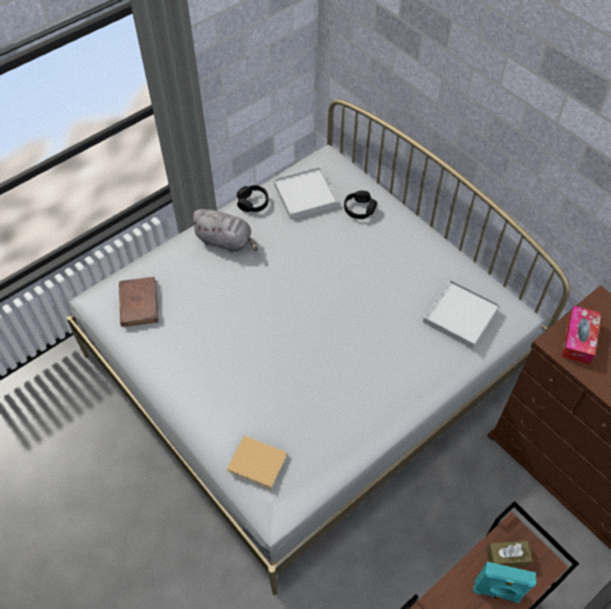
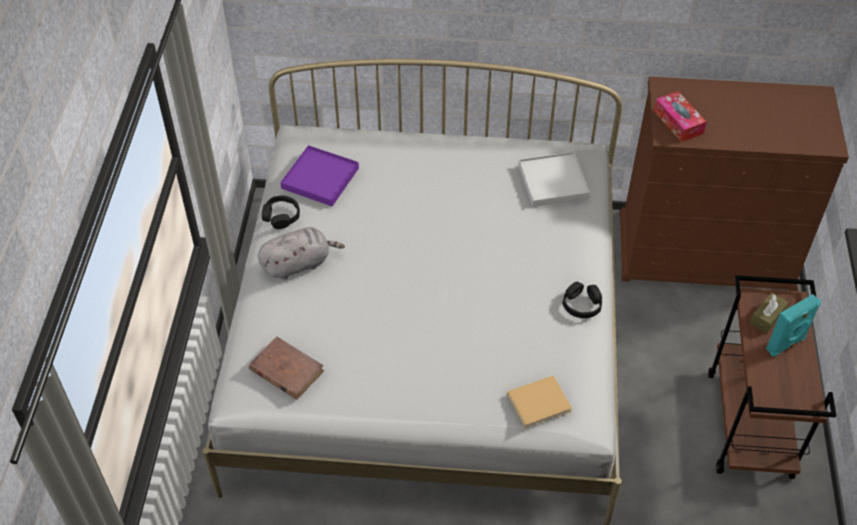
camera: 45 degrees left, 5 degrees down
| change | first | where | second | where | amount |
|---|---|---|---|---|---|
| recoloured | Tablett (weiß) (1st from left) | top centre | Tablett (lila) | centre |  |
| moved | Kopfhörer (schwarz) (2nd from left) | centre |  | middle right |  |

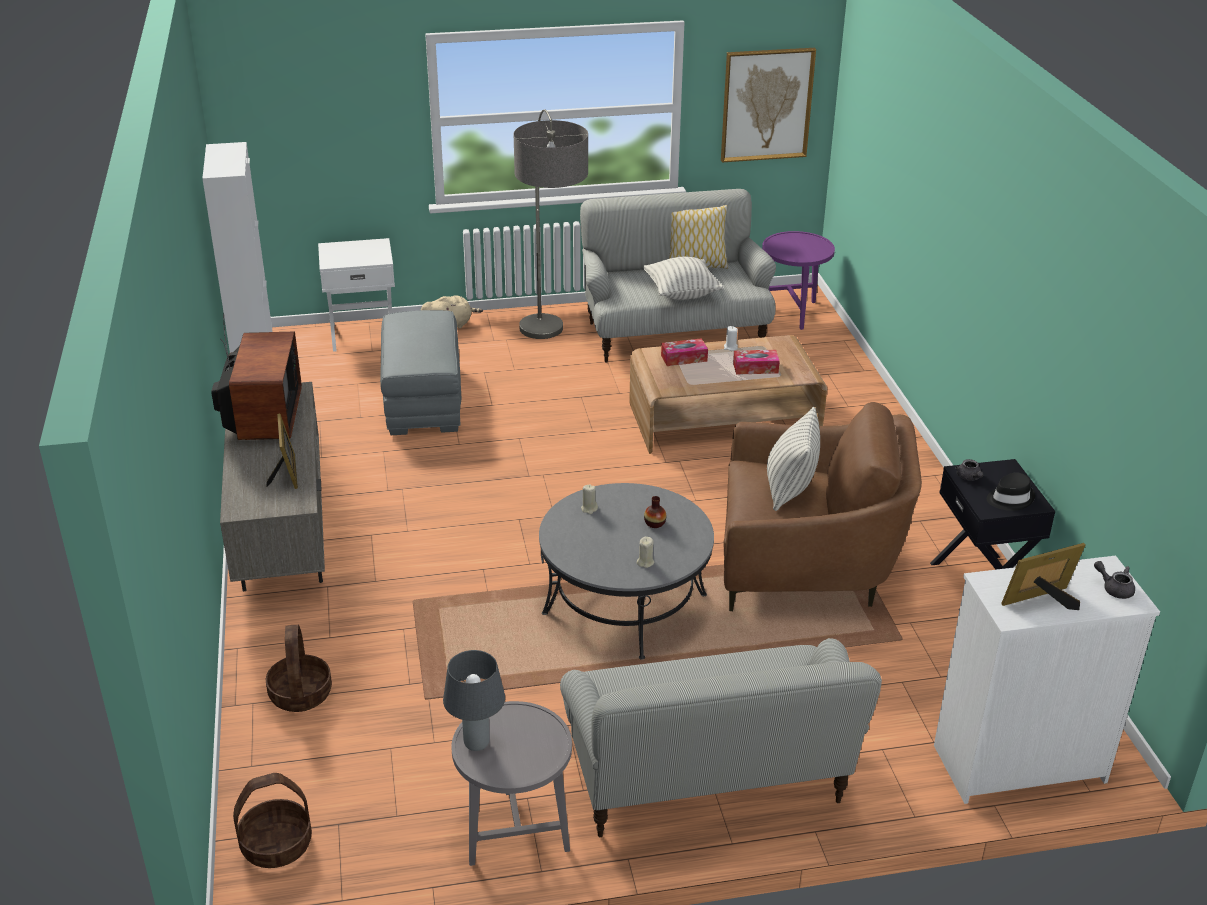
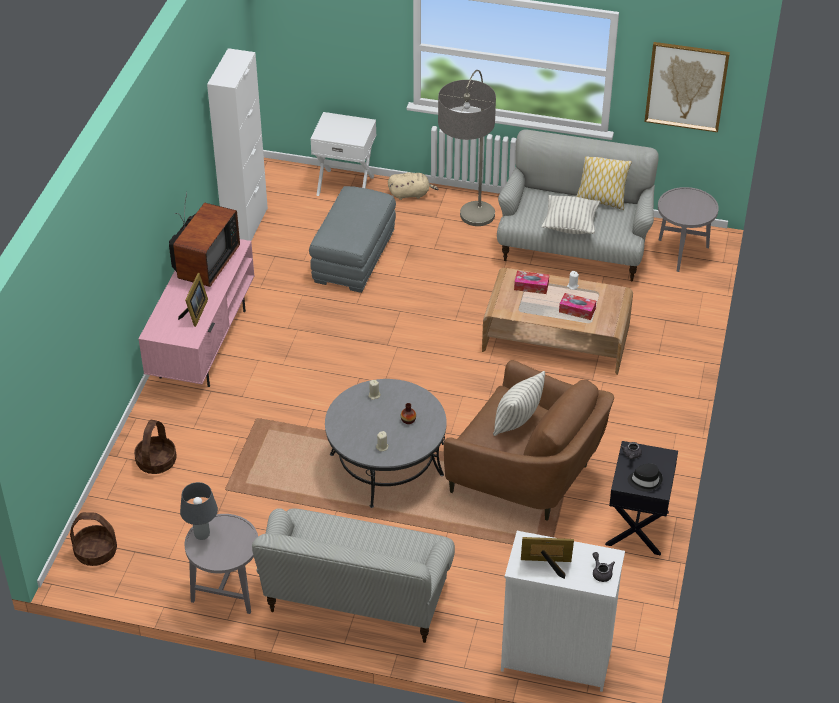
camera: 25 degrees right, 10 degrees up
| change | first | where | second | where | amount |
|---|---|---|---|---|---|
| recoloured | Beistelltisch (lila) | top centre | Beistelltisch (grau) (2nd from left) | top right |  |
| recoloured | Fernsehschrank (grau) | middle left | Fernsehschrank (rosa) | middle left |  |

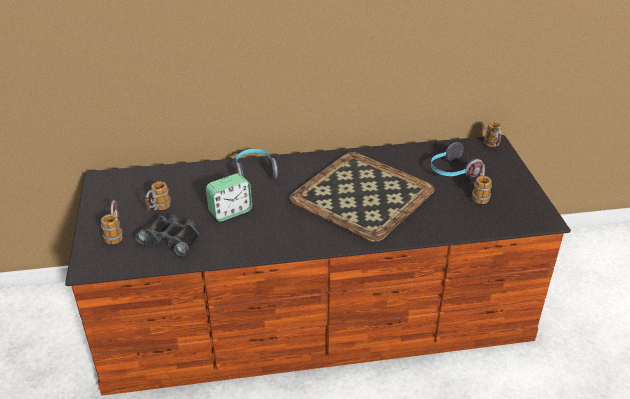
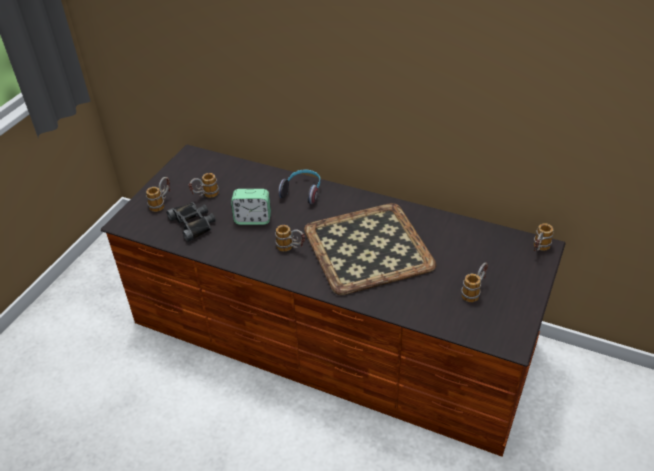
camera: 35 degrees right, 5 degrees up
| change | first | where | second | where | amount |
|---|---|---|---|---|---|
| removed | Kopfhörer (2nd from left) | middle right |  |  |  |
| added |  |  | Henkelbecher (3rd from left) | centre |  |

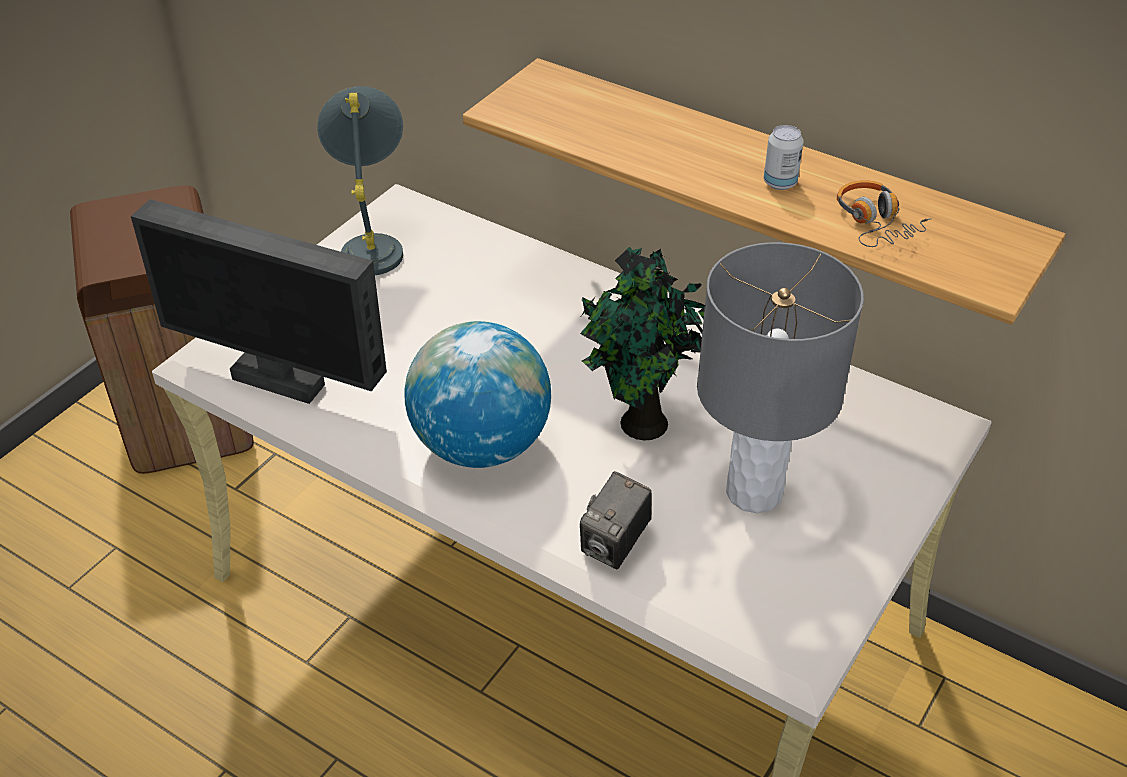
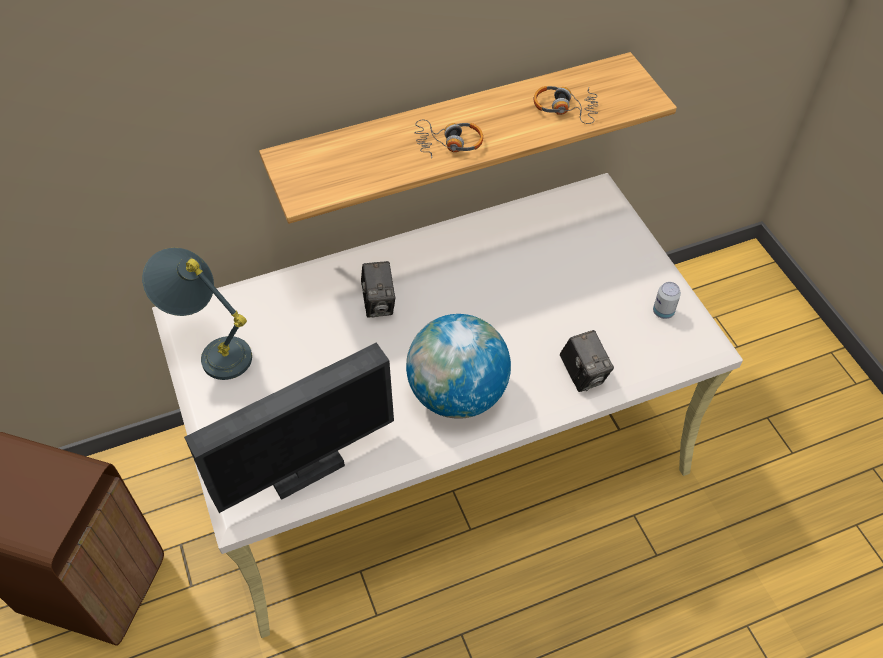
camera: 55 degrees left, 10 degrees up
| change | first | where | second | where | amount |
|---|---|---|---|---|---|
| moved | Dose | top right |  | middle right |  |
| removed | Tischlampe (grau) (2nd from left) | middle right |  |  |  |
| removed | Topfpflanze | centre |  |  |  |
| added |  |  | Kopfhörer (1st from left) | top centre |  |
| added |  |  | Kamera (1st from left) | centre |  |

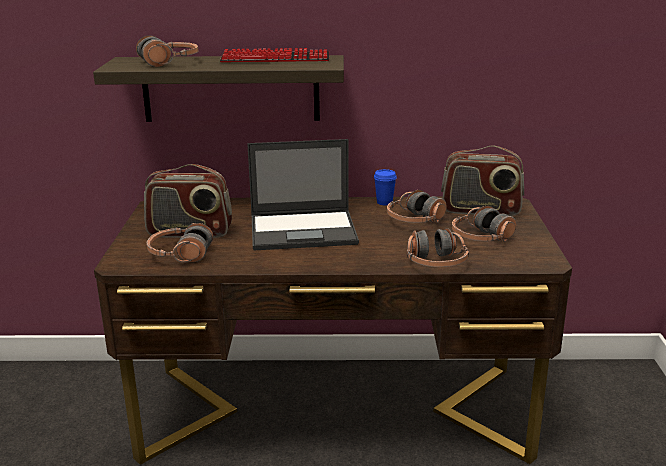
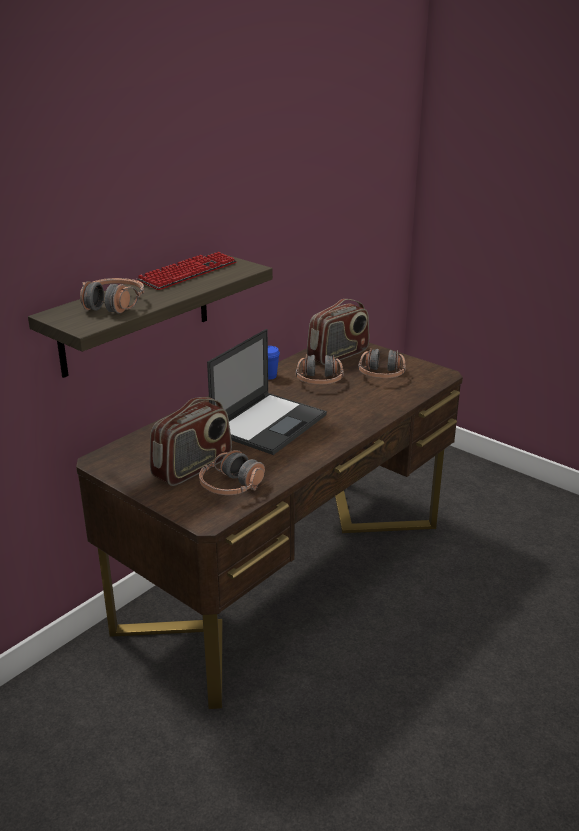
camera: 50 degrees left, 5 degrees up
| change | first | where | second | where | amount |
|---|---|---|---|---|---|
| removed | Kopfhörer (4th from left) | centre |  |  |  |

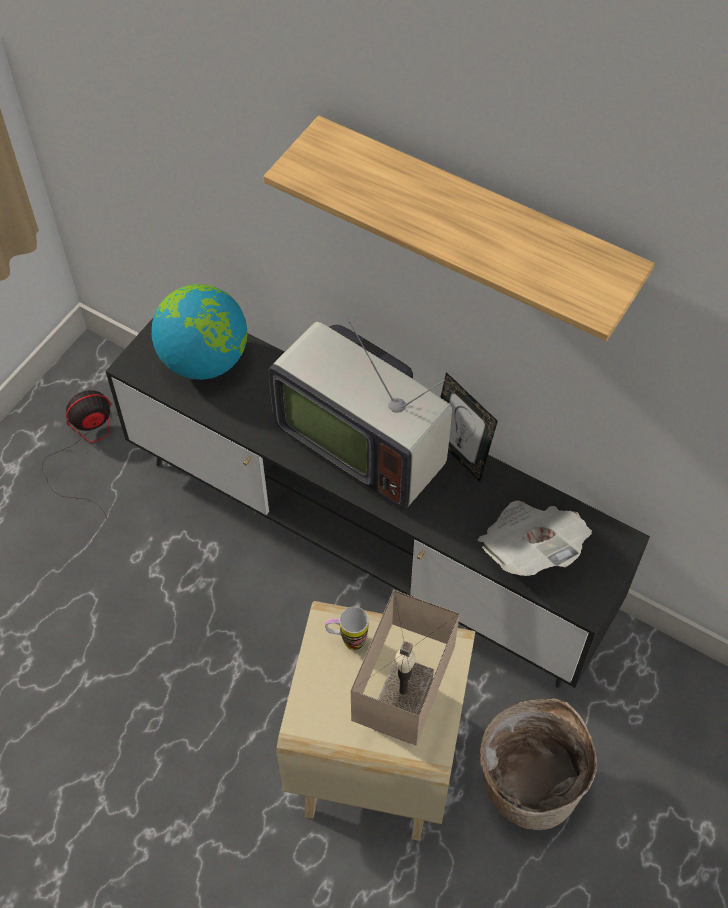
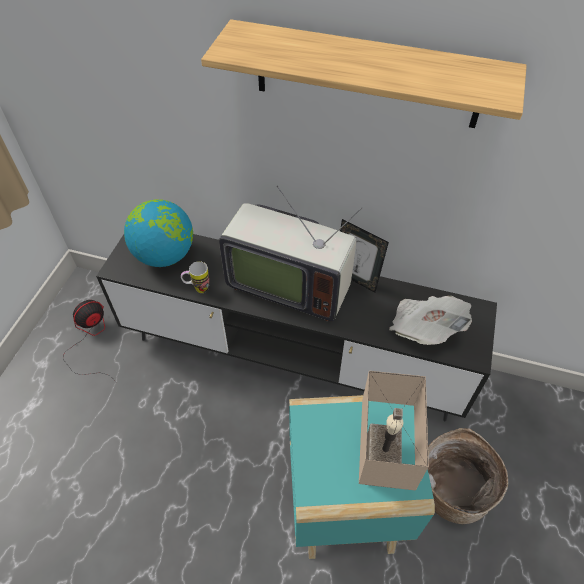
camera: 15 degrees left, 5 degrees down
| change | first | where | second | where | amount |
|---|---|---|---|---|---|
| recoloured | Beistelltisch (beige) | bottom centre | Beistelltisch (türkis) | bottom centre |  |
| moved | Henkelbecher | bottom centre |  | centre |  |

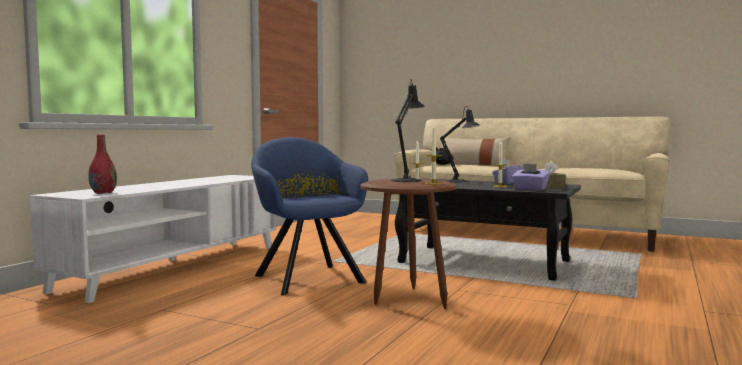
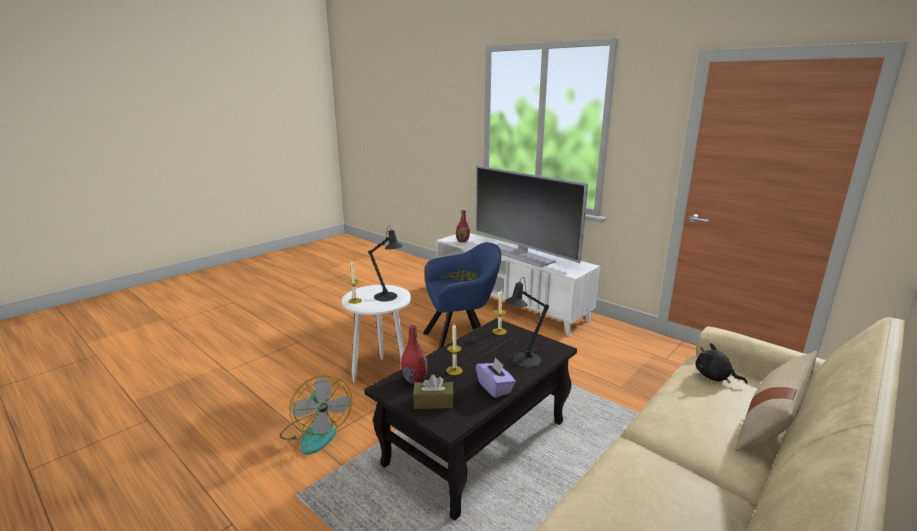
camera: 105 degrees right, 15 degrees up
| change | first | where | second | where | amount |
|---|---|---|---|---|---|
| replaced | Taschentuchbox (lila) (2nd from left) | middle right | Vase (rot) (1st from left) | bottom centre |  |
| recoloured | Beistelltisch (braun) | bottom centre | Beistelltisch (weiß) | centre |  |
| added |  |  | Fernseher | centre |  |
| added |  |  | Ventilator | bottom centre |  |

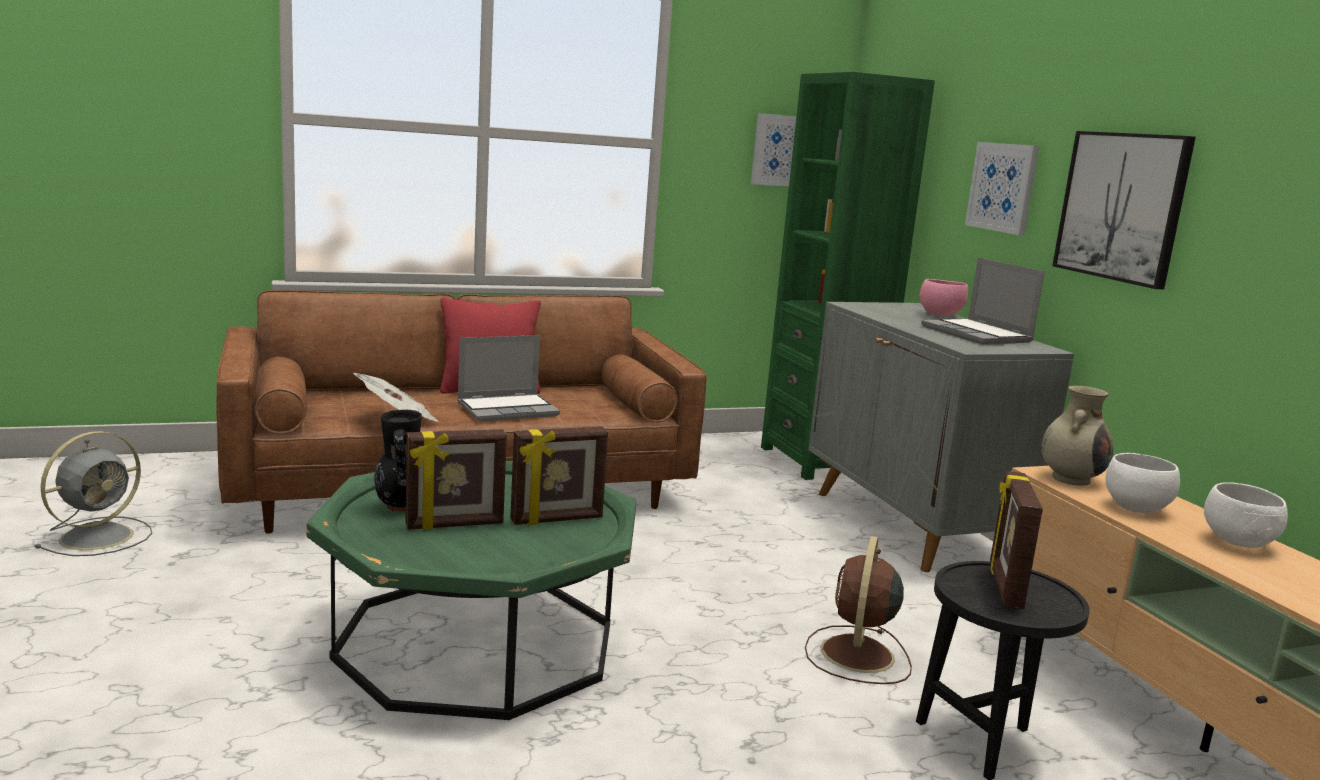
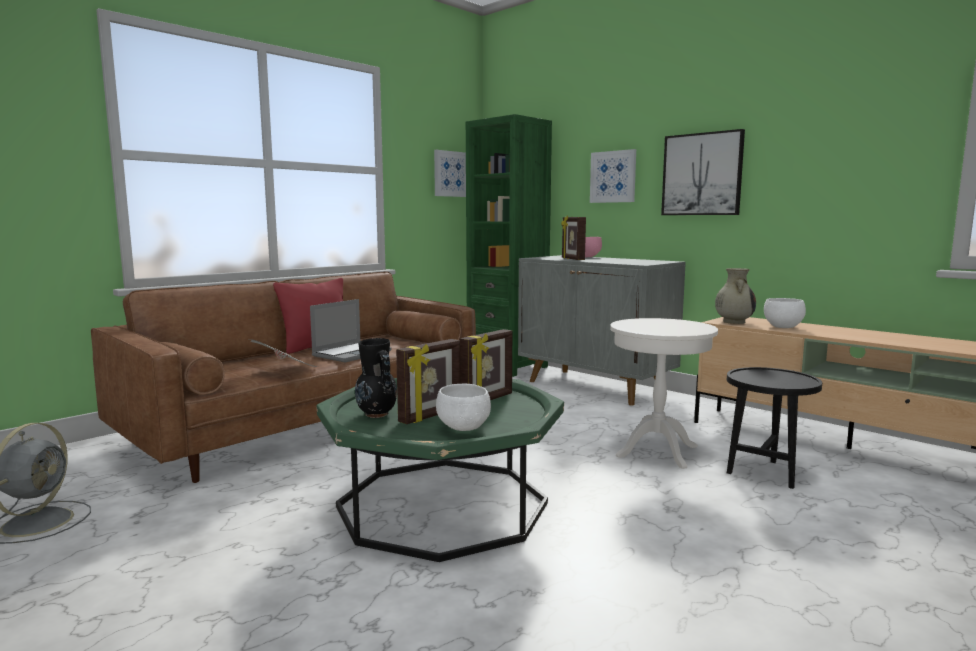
camera: 25 degrees left, 5 degrees down
| change | first | where | second | where | amount |
|---|---|---|---|---|---|
| removed | Laptop (2nd from left) | middle right |  |  |  |
| moved | Bilderrahmen (3rd from left) | bottom right |  | centre |  |
| moved | Schüssel (weiß) (2nd from left in the first image) | middle right | Schüssel (weiß) (1st from left) | centre |  |
| replaced | Ventilator (braun) | bottom centre | Beistelltisch (weiß) | middle right |  |

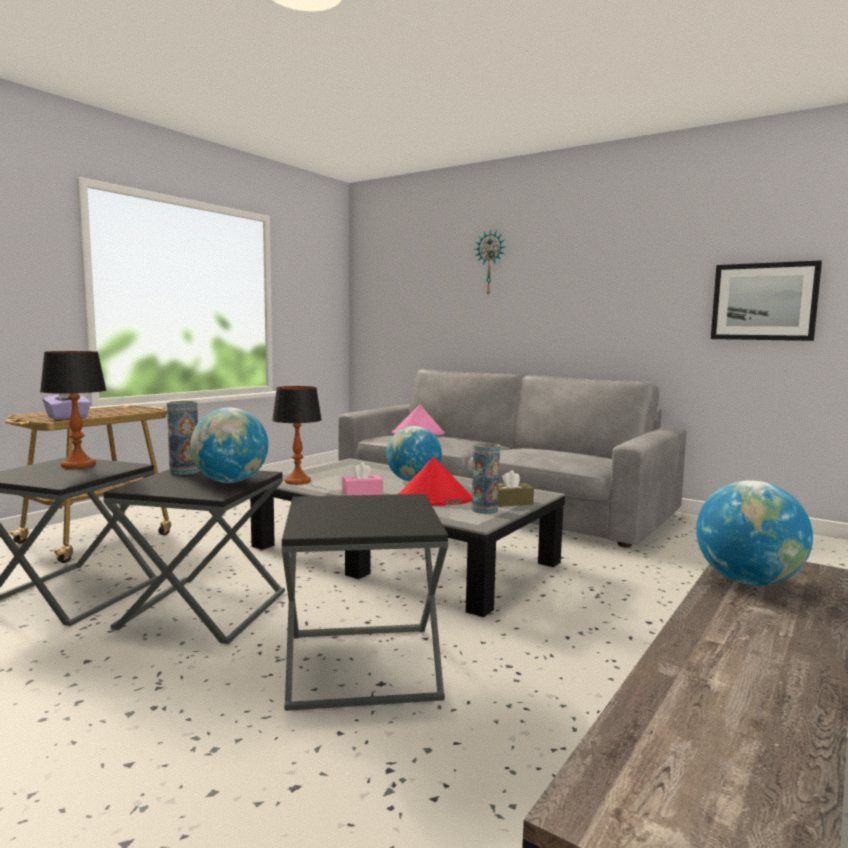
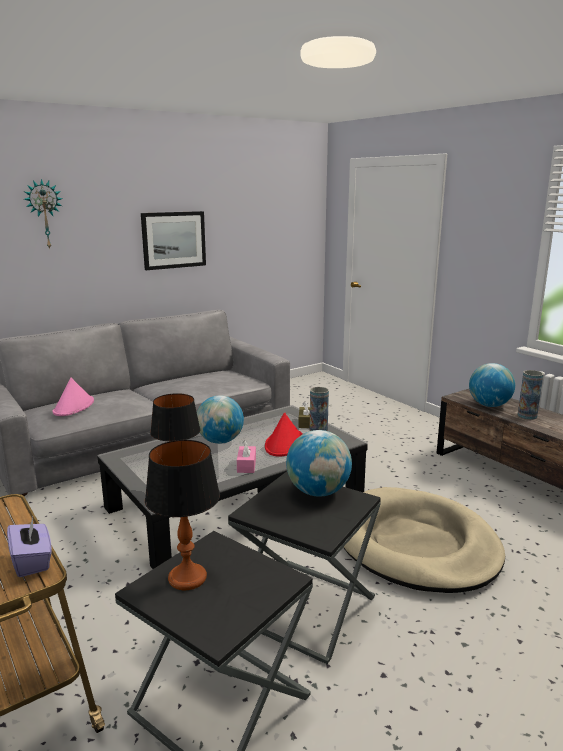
camera: 70 degrees left, 10 degrees up
| change | first | where | second | where | amount |
|---|---|---|---|---|---|
| moved | Bild | middle right |  | top left |  |
| moved | Vase (1st from left in the first image) | middle left | Vase (2nd from left) | middle right |  |
| replaced | Beistelltisch (schwarz) (3rd from left) | bottom centre | Hundebett (beige) | bottom right |  |

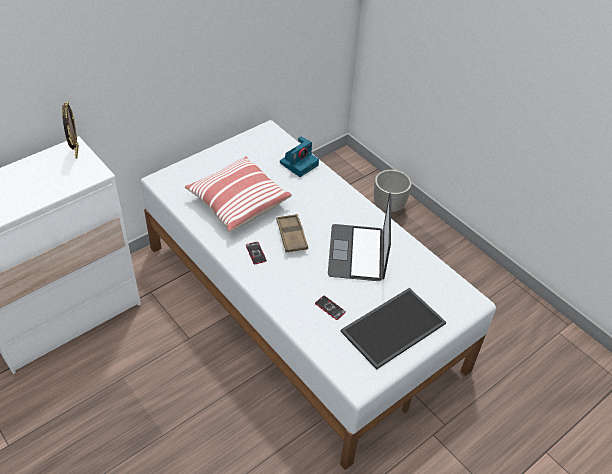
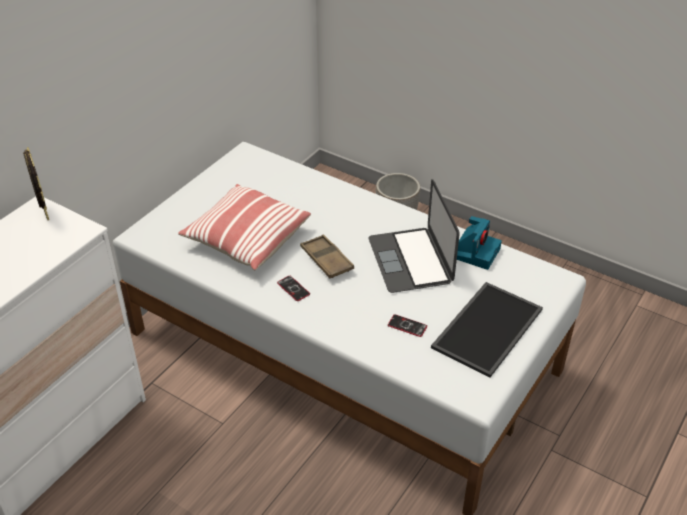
camera: 15 degrees left, 5 degrees down
| change | first | where | second | where | amount |
|---|---|---|---|---|---|
| moved | Kamera | top centre |  | middle right |  |

